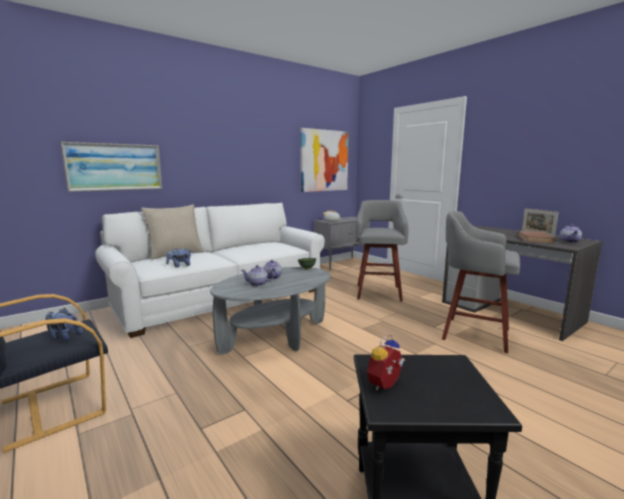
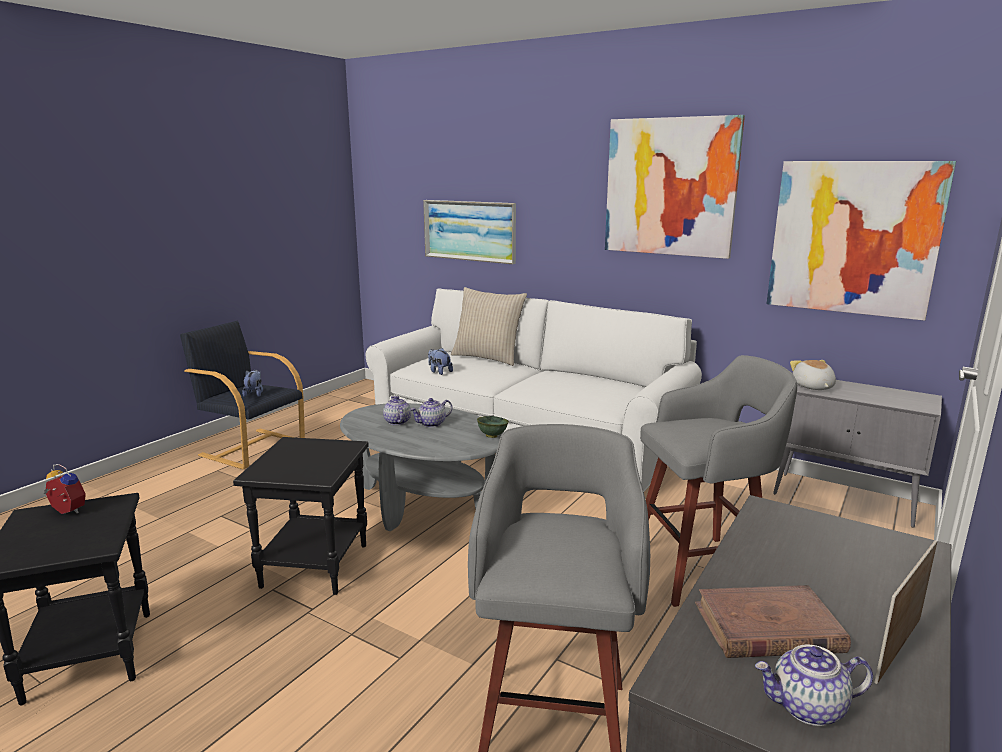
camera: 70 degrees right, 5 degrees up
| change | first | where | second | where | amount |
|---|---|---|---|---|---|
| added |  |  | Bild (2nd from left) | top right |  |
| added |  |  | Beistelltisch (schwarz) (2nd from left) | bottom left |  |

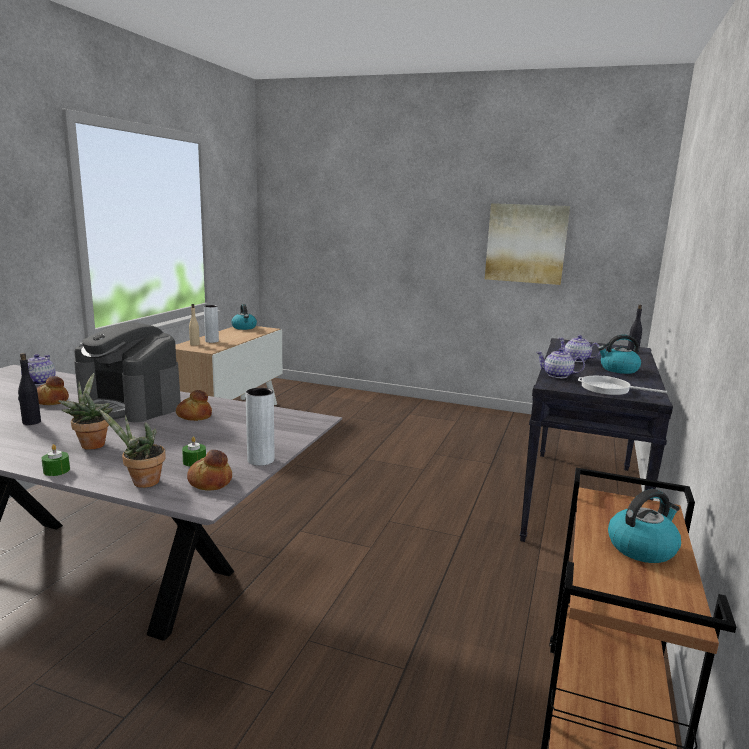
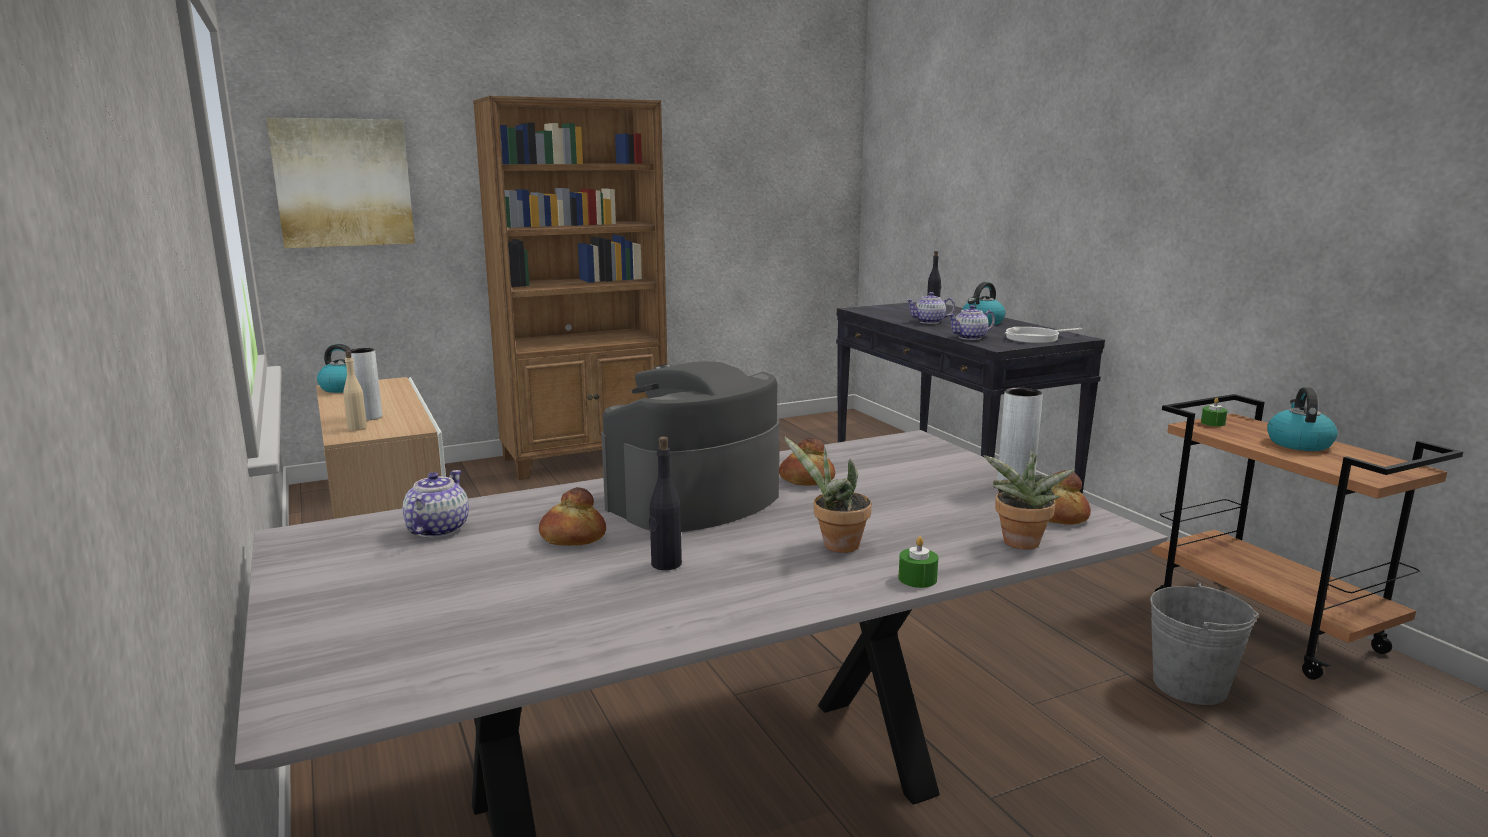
camera: 45 degrees left, 0 degrees up
| change | first | where | second | where | amount |
|---|---|---|---|---|---|
| moved | Bild | top right |  | top left |  |
| turned | Kaffeemaschine | middle left |  | centre | 150 degrees clockwise |
| turned | Teekanne (1st from left) | middle left |  | middle left | 60 degrees clockwise |
| moved | Kerze (grün) (2nd from left) | middle left |  | middle right |  |
| added |  |  | Bücherregal (braun) | centre |  |
| added |  |  | Eimer (grau) | bottom right |  |

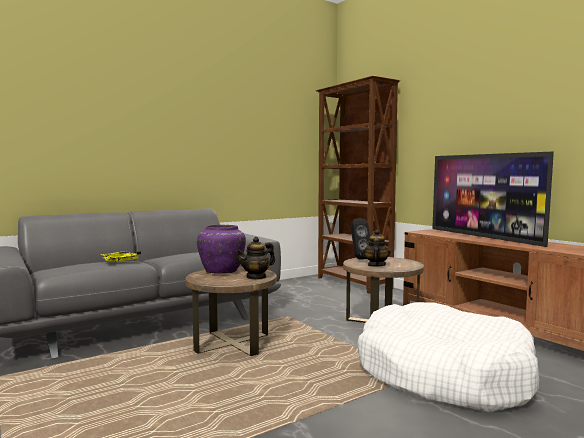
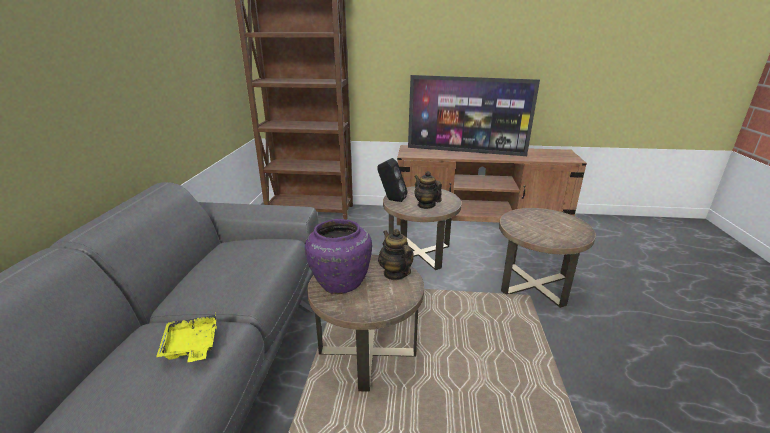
camera: 50 degrees left, 20 degrees up
| change | first | where | second | where | amount |
|---|---|---|---|---|---|
| turned | Teekanne (1st from left) | centre |  | centre | 150 degrees clockwise |
| replaced | Hundebett (weiß) | bottom right | Beistelltisch (braun) (3rd from left) | middle right |  |

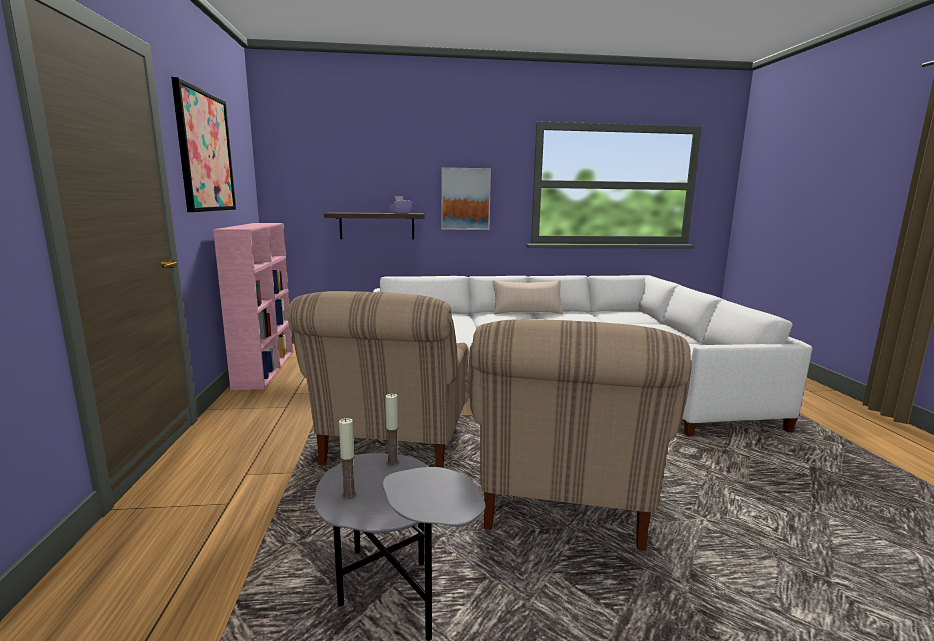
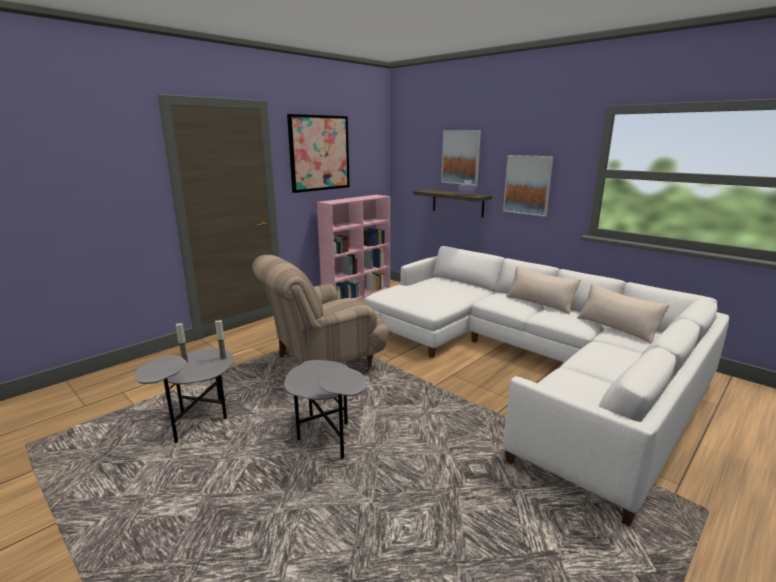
camera: 50 degrees right, 5 degrees up
| change | first | where | second | where | amount |
|---|---|---|---|---|---|
| replaced | Sessel (beige) (2nd from left) | bottom centre | Beistelltisch (grau) (2nd from left) | bottom centre |  |
| added |  |  | Bild (2nd from left) | top centre |  |
| added |  |  | Kissen (beige) (2nd from left) | middle right |  |

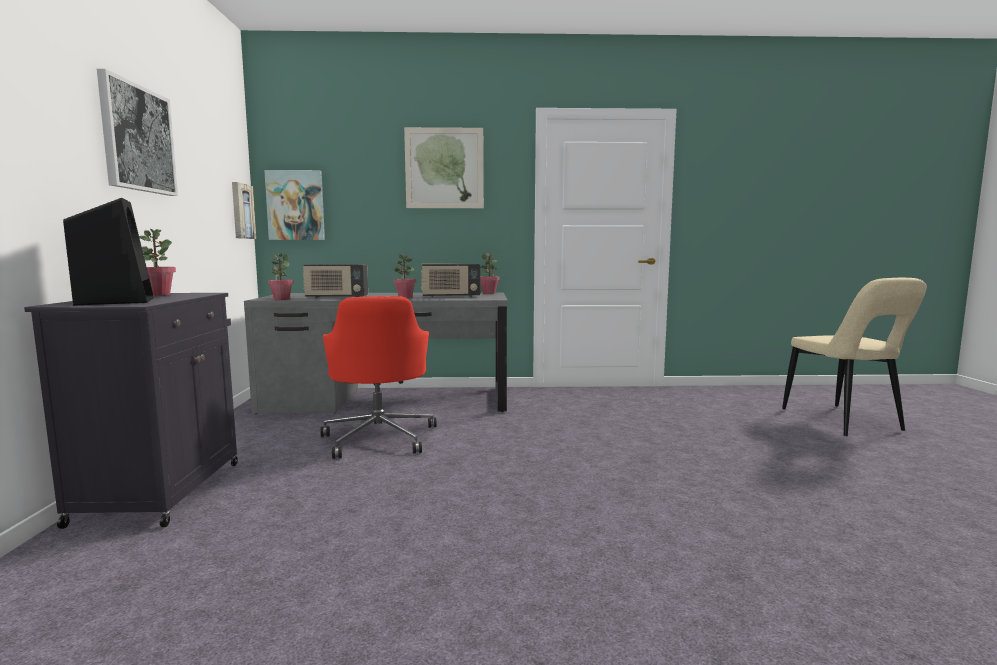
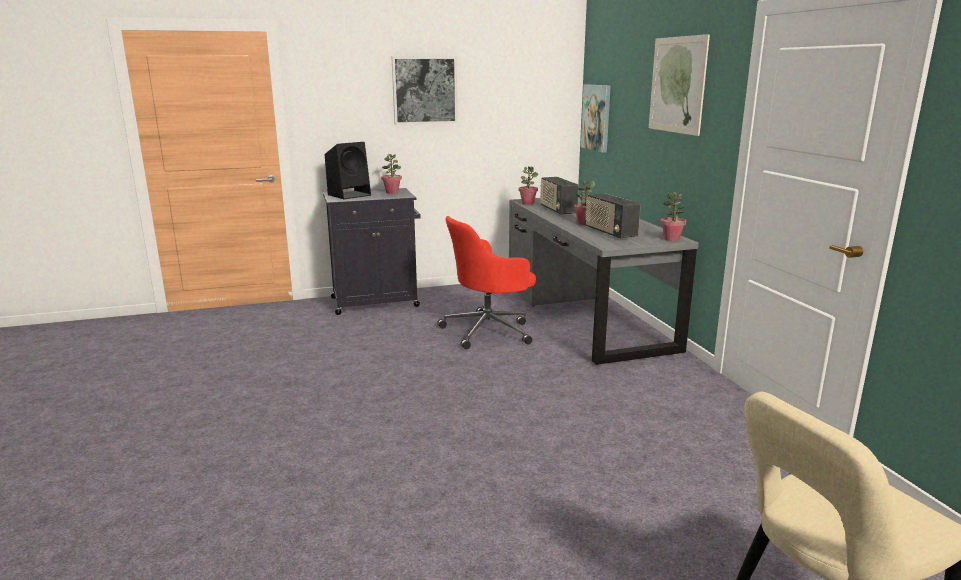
camera: 75 degrees right, 10 degrees up
| change | first | where | second | where | amount |
|---|---|---|---|---|---|
| removed | Bild (2nd from left) | top left |  |  |  |

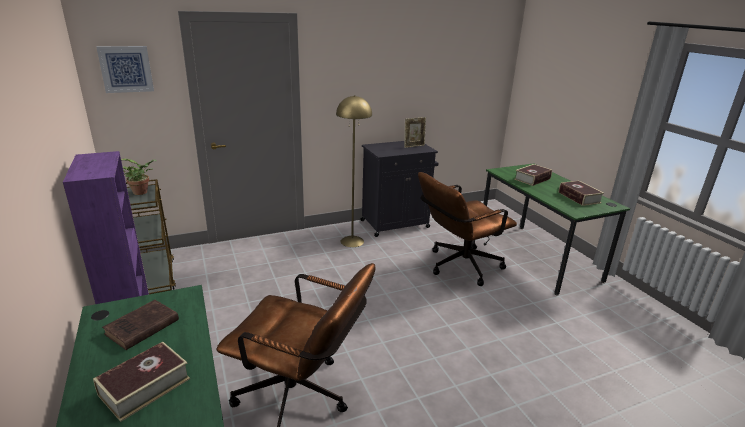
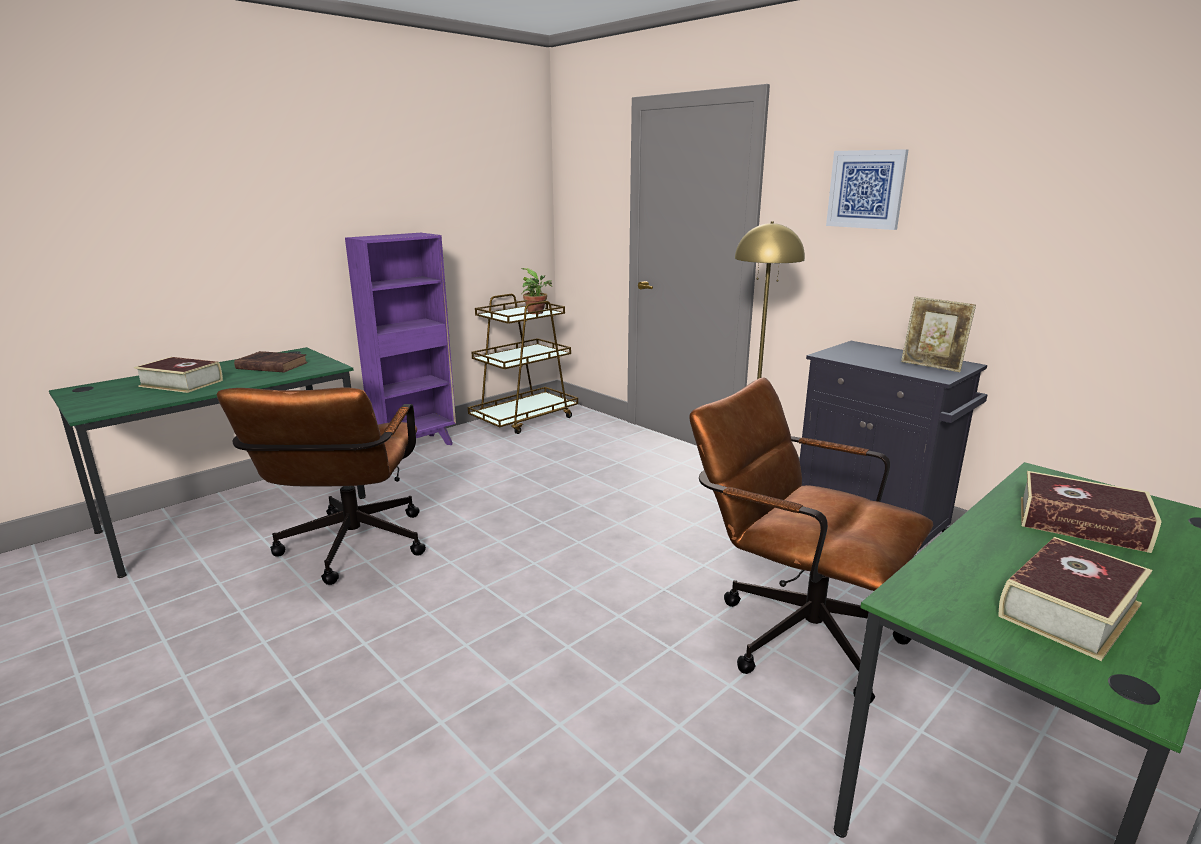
camera: 70 degrees right, 5 degrees down
| change | first | where | second | where | amount |
|---|---|---|---|---|---|
| moved | Bild | top left |  | top right |  |

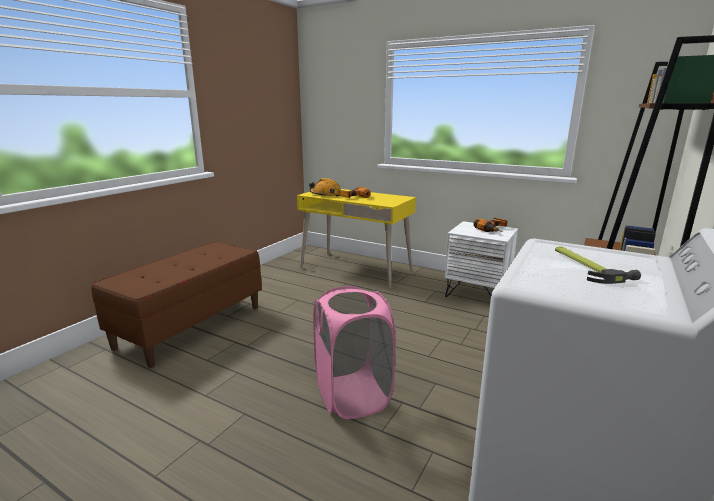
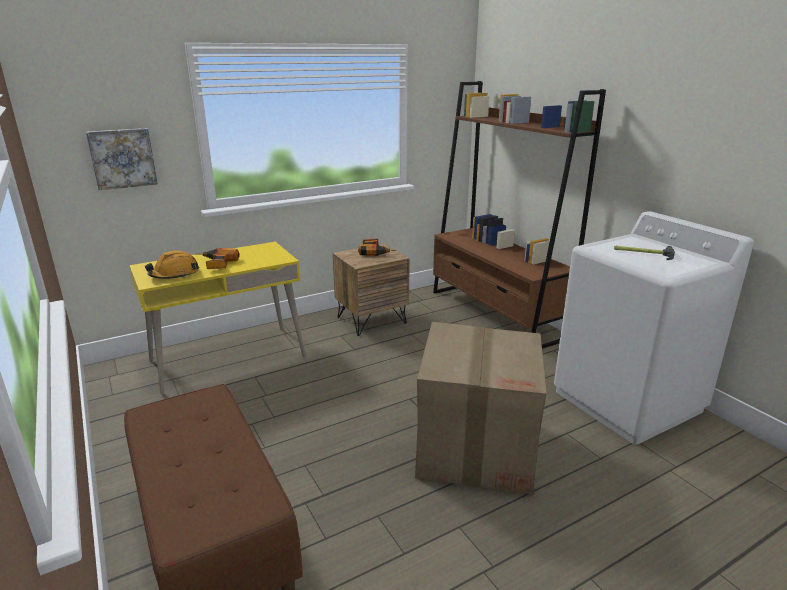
camera: 60 degrees left, 5 degrees up
| change | first | where | second | where | amount |
|---|---|---|---|---|---|
| recoloured | Nachttisch (weiß) | middle right | Nachttisch (braun) | centre |  |
| replaced | Wäschekorb (rosa) | bottom centre | Karton | bottom centre |  |
| added |  |  | Bild | top left |  |

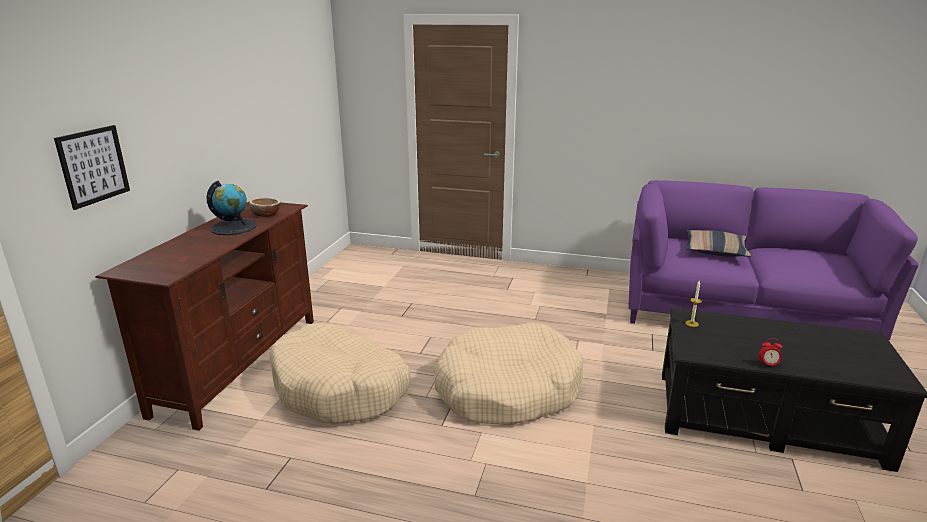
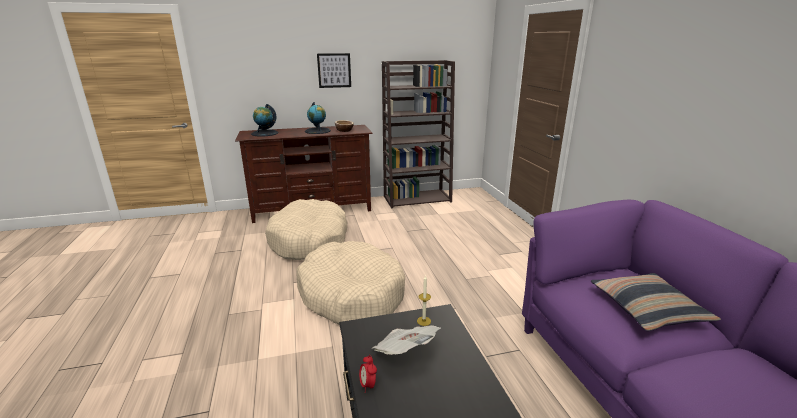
camera: 60 degrees right, 0 degrees up
| change | first | where | second | where | amount |
|---|---|---|---|---|---|
| moved | Bild | top left |  | top centre |  |
| added |  |  | Bücherregal (braun) | top centre |  |
| added |  |  | Globus (1st from left) | top left |  |
| added |  |  | Zeitung | bottom centre |  |

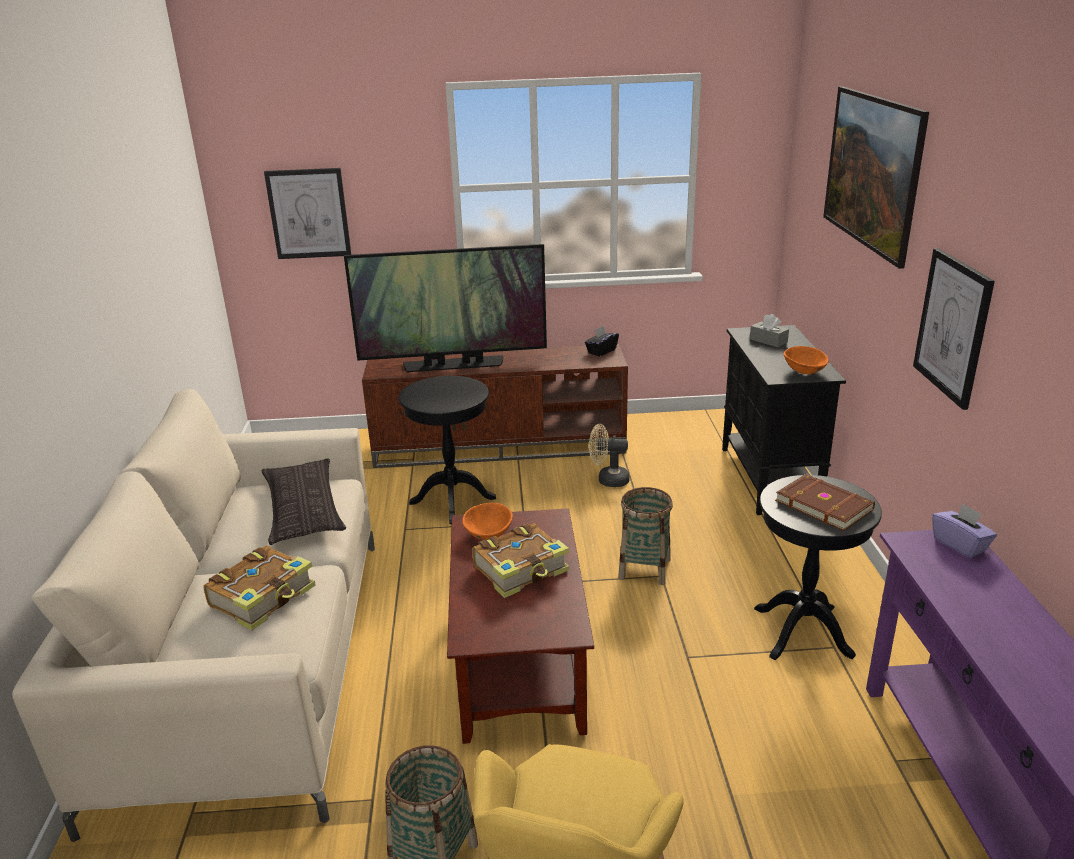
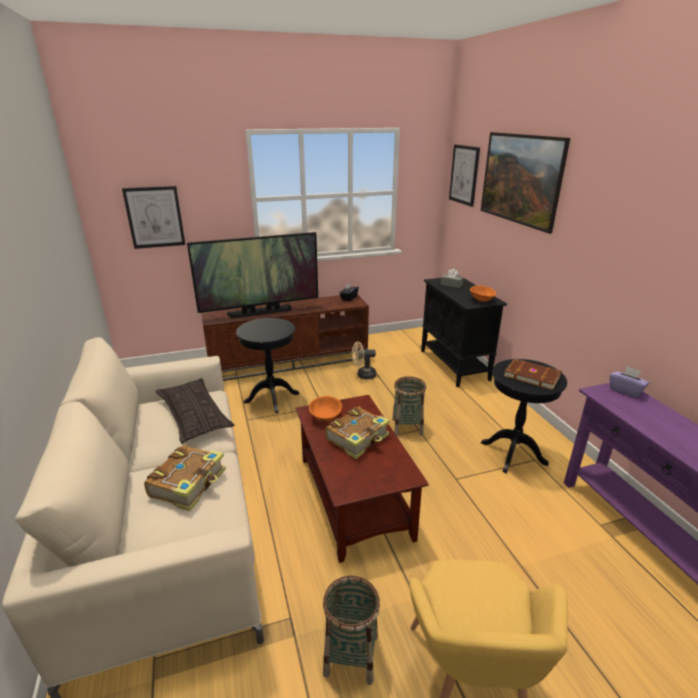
camera: 15 degrees left, 0 degrees up
| change | first | where | second | where | amount |
|---|---|---|---|---|---|
| moved | Bild (3rd from left in the first image) | middle right | Bild (2nd from left) | top centre |  |

